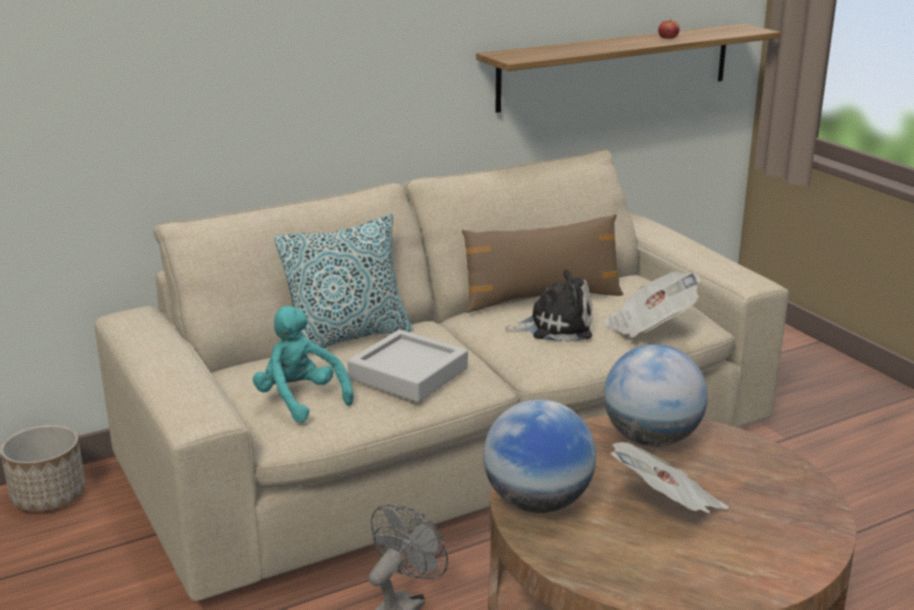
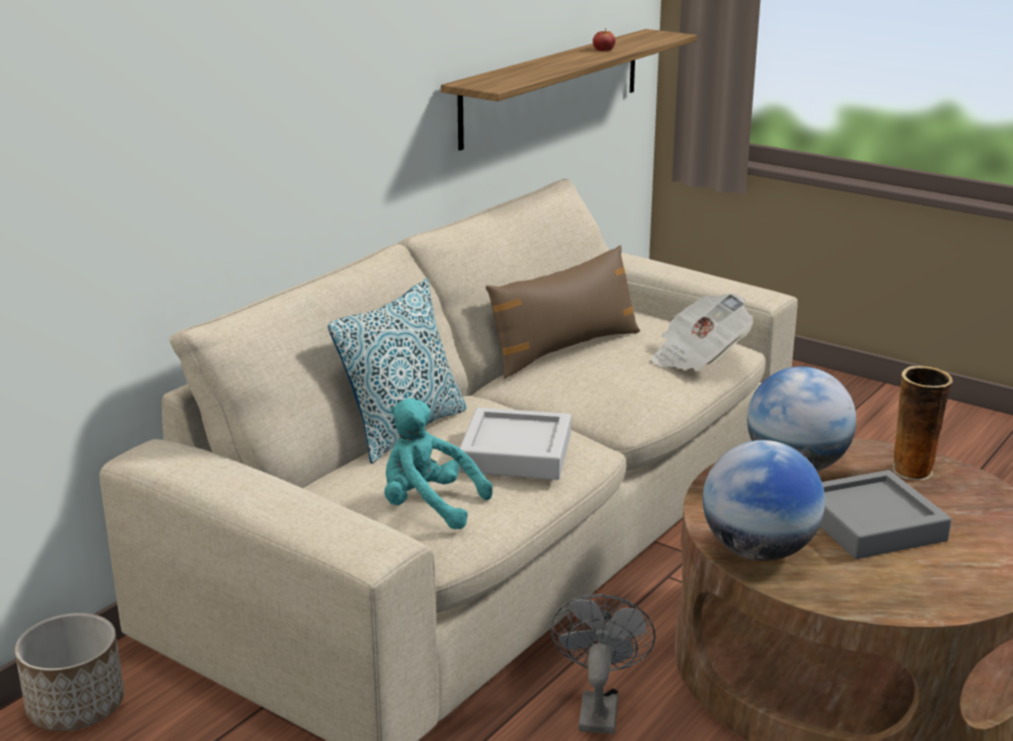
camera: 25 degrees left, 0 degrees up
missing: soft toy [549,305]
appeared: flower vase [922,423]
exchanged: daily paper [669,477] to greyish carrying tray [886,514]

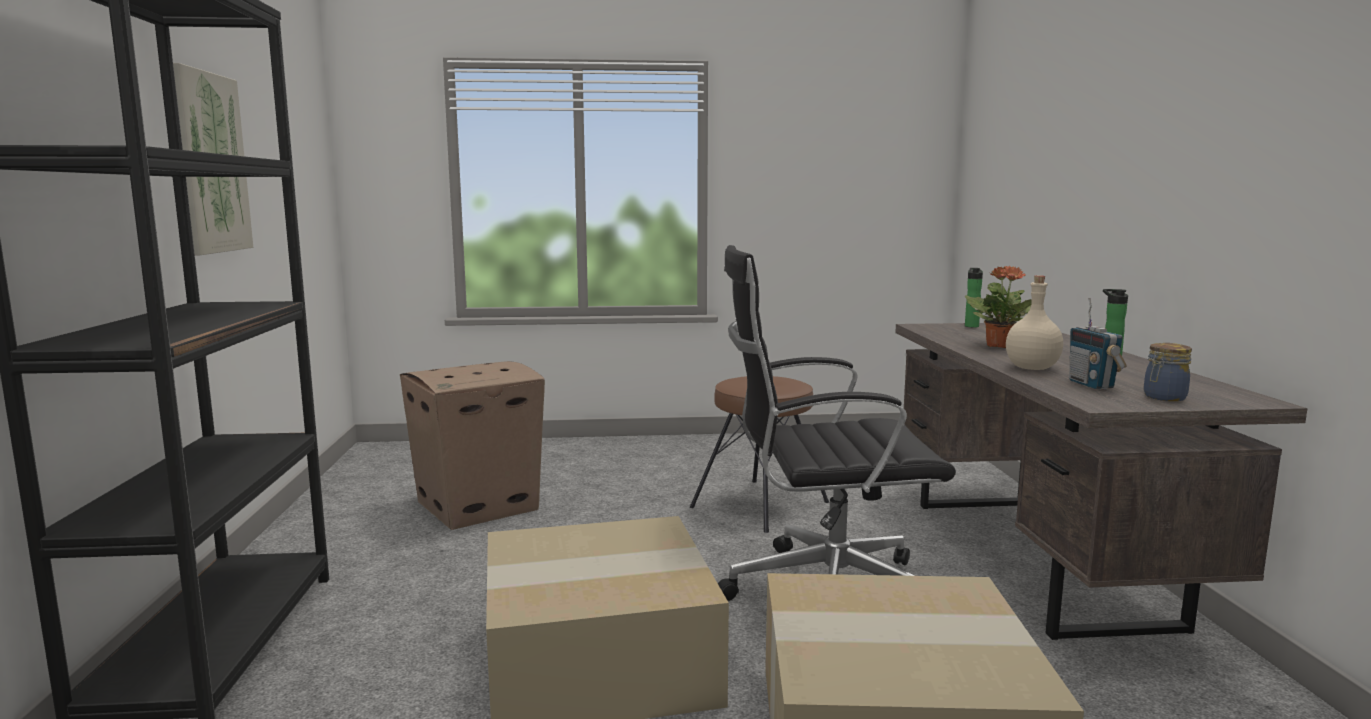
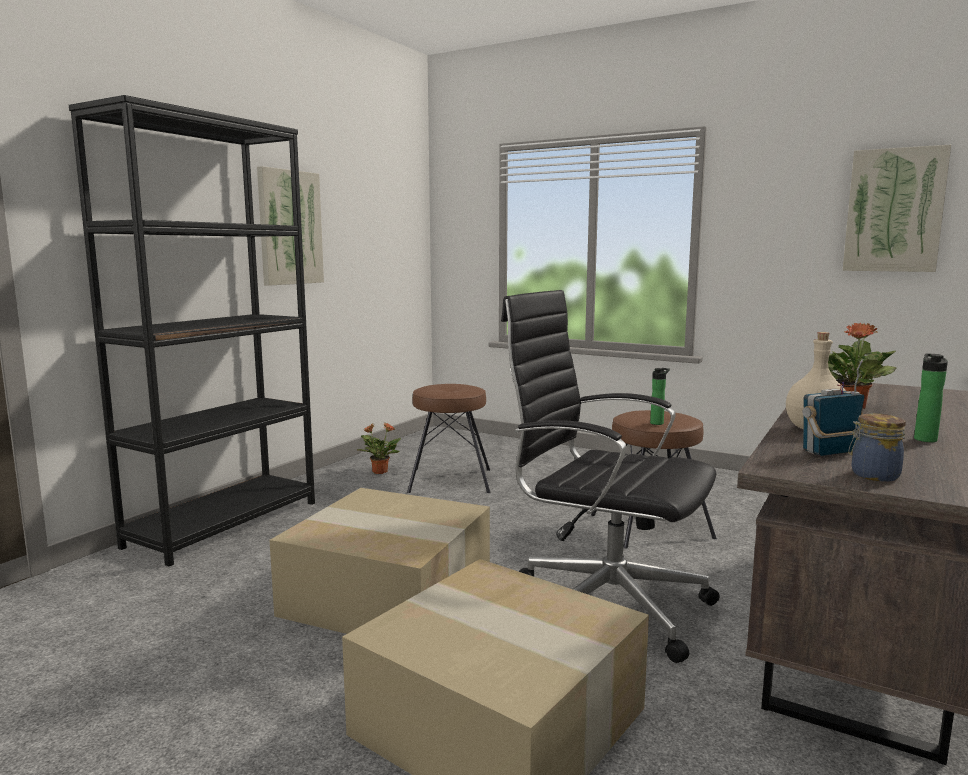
camera: 35 degrees right, 0 degrees up
appeared: wall picture [896,208]; houseplant [379,448]
relocated: drink bottle [974,298] to [660,396]
exchanged: carton [472,445] to brown-coloured stool seat [448,438]
spun: radio receiver [1097,343] = [833,408] 45 degrees clockwise

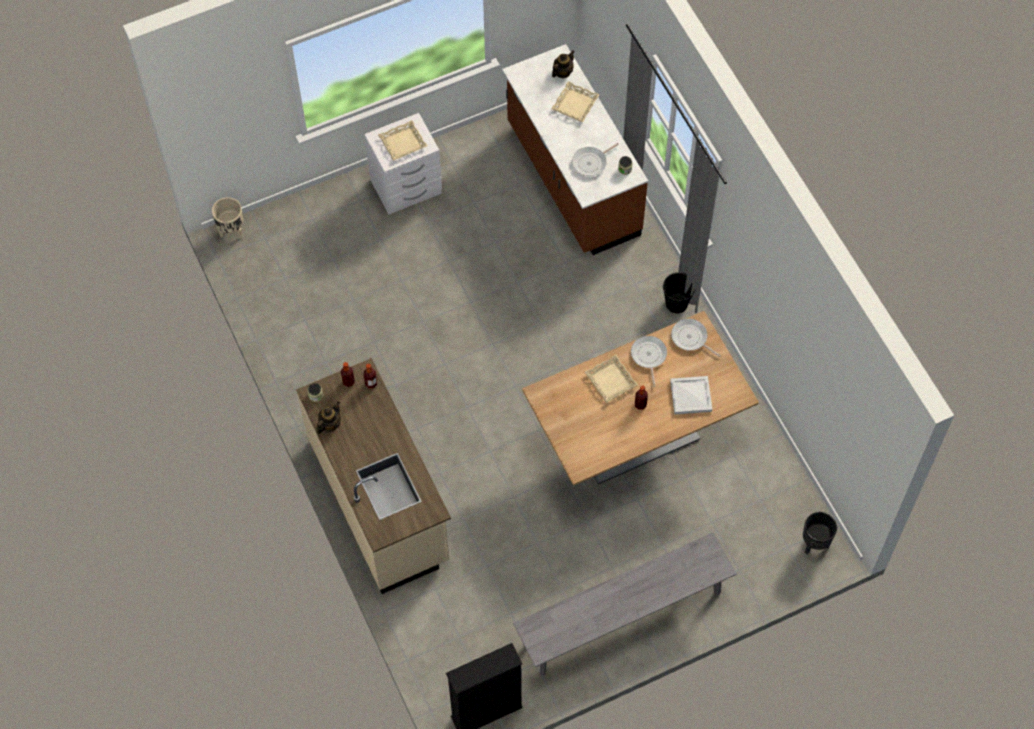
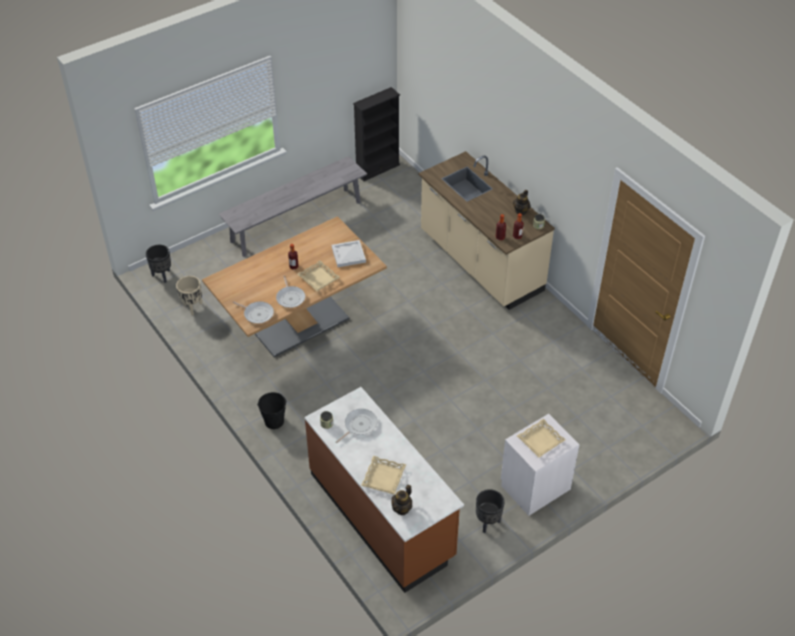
camera: 170 degrees right, 15 degrees down
appeared: blackish planter [490,511]
relocated: beige-coloured planter [227,218] to [189,295]; white-coloured carrying tray [691,395] to [349,253]

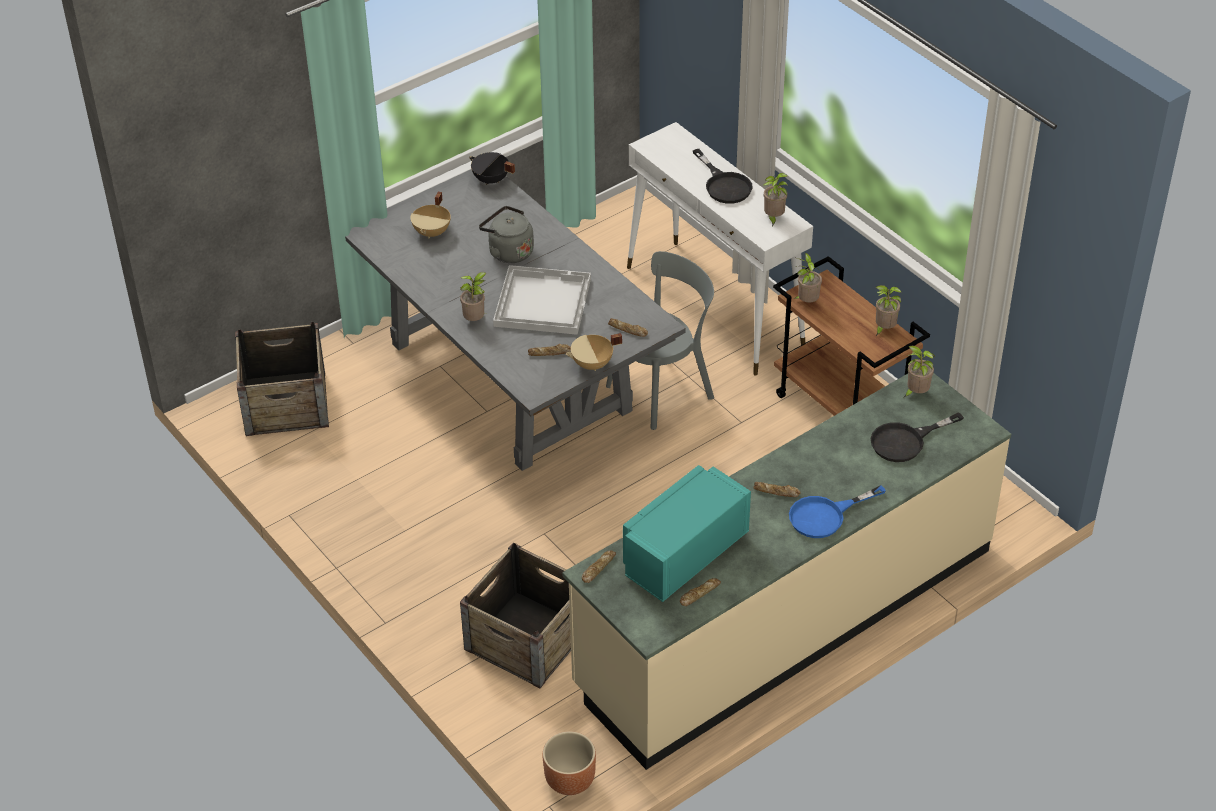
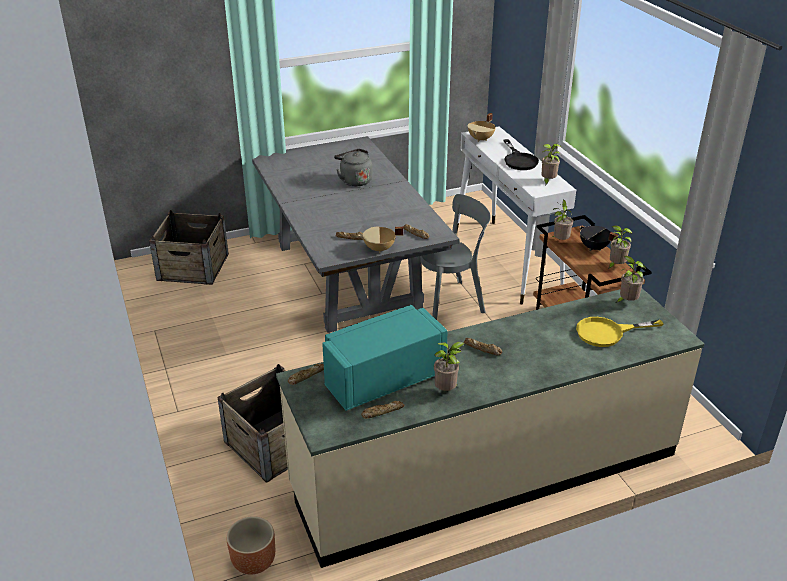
camera: 15 degrees right, 10 degrees down
missing: white-coloured carrying tray [542,300]; blue-coloured pan [837,511]
relocated: blackish stockpot [492,168] to [598,238]; beige-coloured stockpot [431,215] to [482,127]; houseplant [473,296] to [449,366]
colour: blackish pan [917,437] to yellow-coloured pan [619,332]

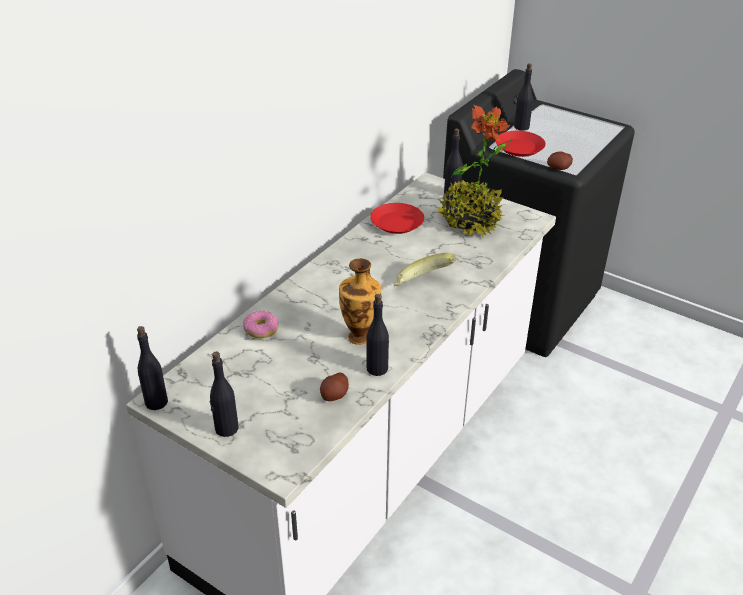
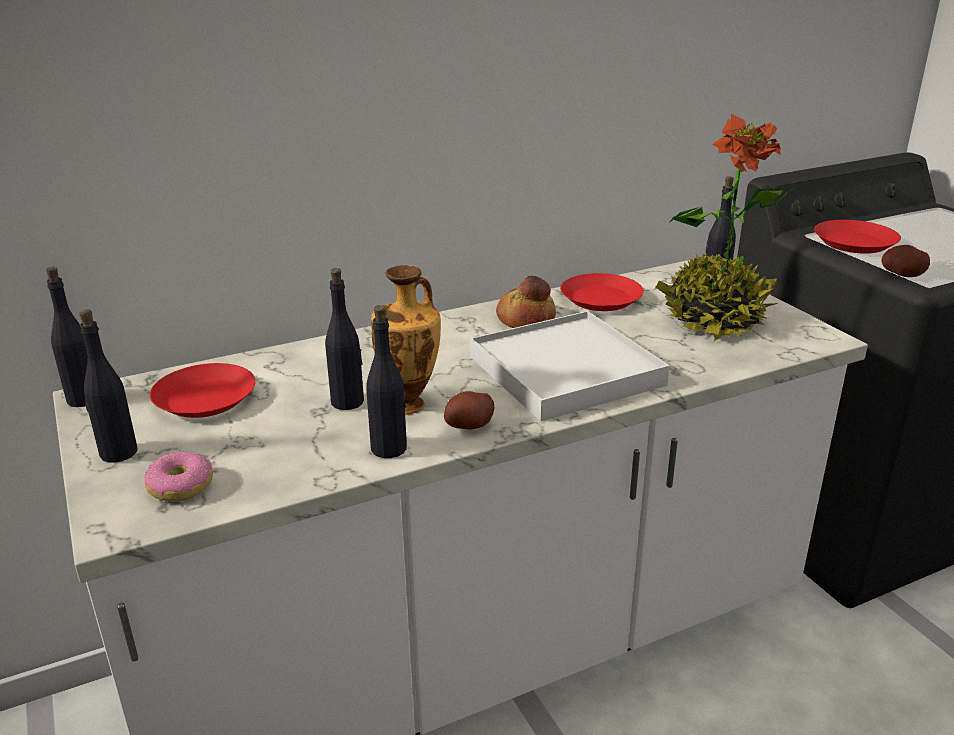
camera: 30 degrees right, 10 degrees down
appeared: bread [526,302]; red-coloured flat dish [202,390]
relocated: blackish drink bottle [523,97] to [344,339]; ring doughnut [260,324] to [178,476]; spud [334,386] to [469,410]
exchanged: banana [425,269] to white-coloured carrying tray [570,366]

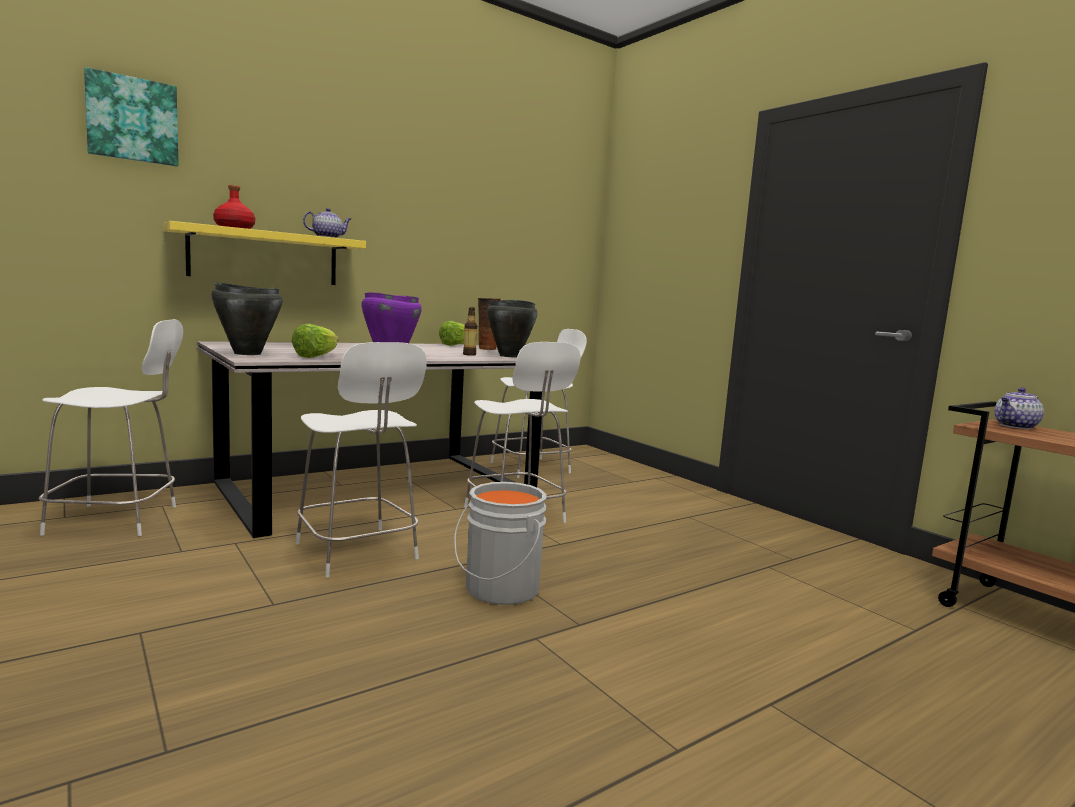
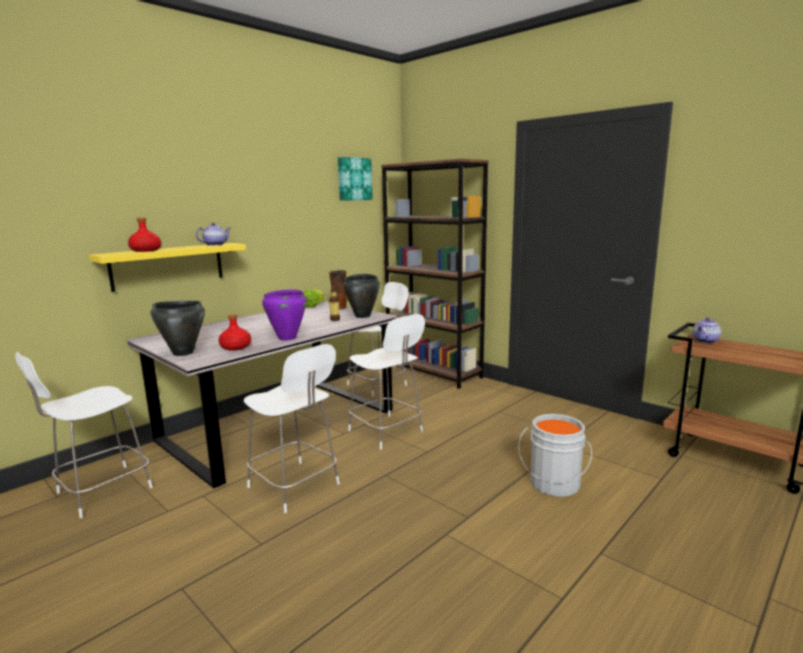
camera: 10 degrees left, 5 degrees up
appeared: brown-coloured bookshelf [435,274]
relocated: wall picture [131,116] to [355,179]; greyish bucket [500,543] to [555,455]
exchanged: head of lettuce [314,341] to red-coloured drink bottle [235,332]
spun: white-coloured upright chair [111,427] = [84,435] 150 degrees clockwise

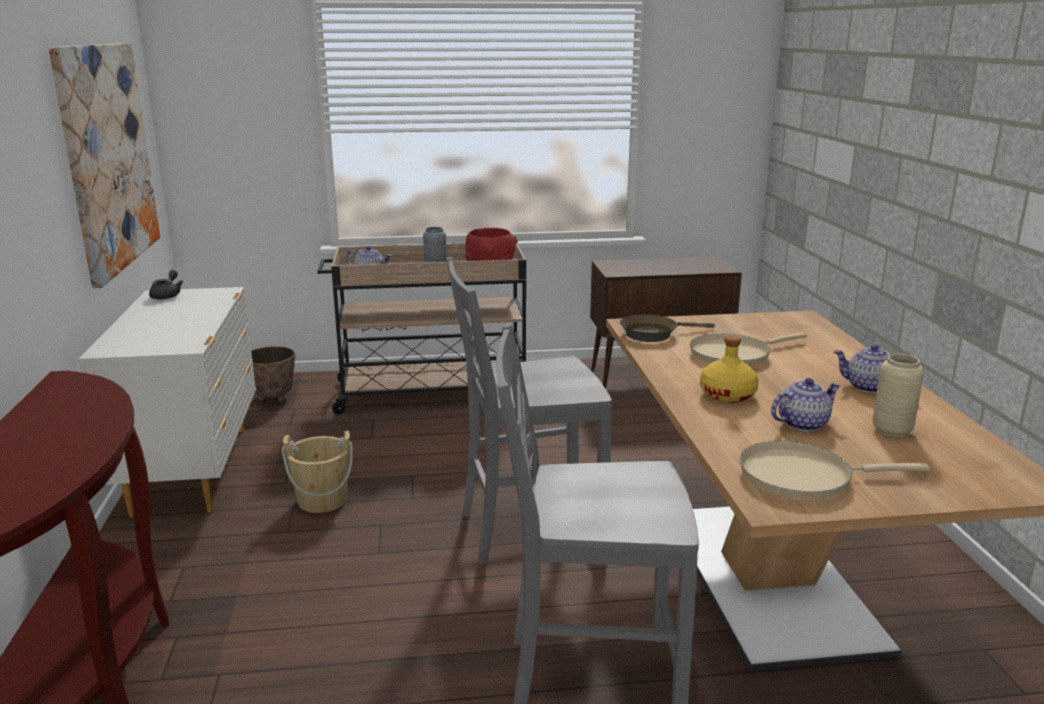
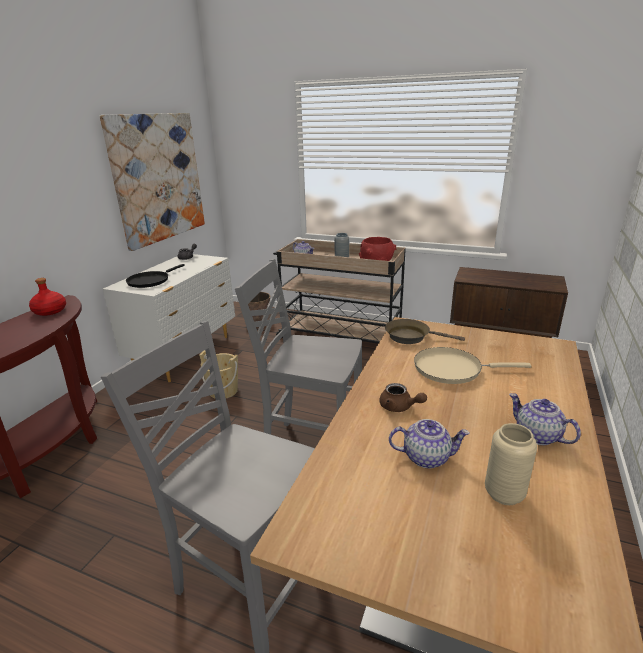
camera: 30 degrees right, 5 degrees up
missing: beige-coloured pan [835,470]
appeared: blackish pan [155,276]; red-coloured drink bottle [47,297]
exchanged: yellow-coloured drink bottle [729,369] to brown-coloured pot for tea [403,397]

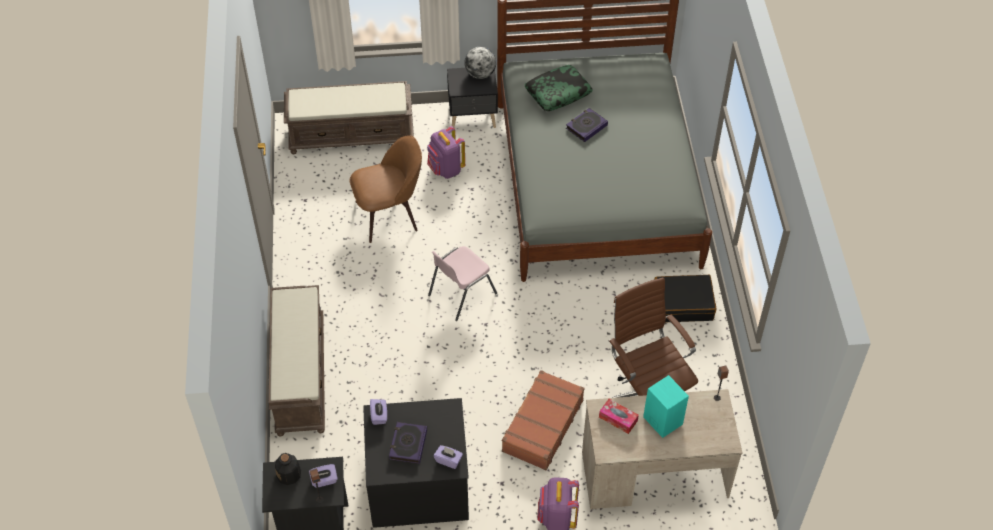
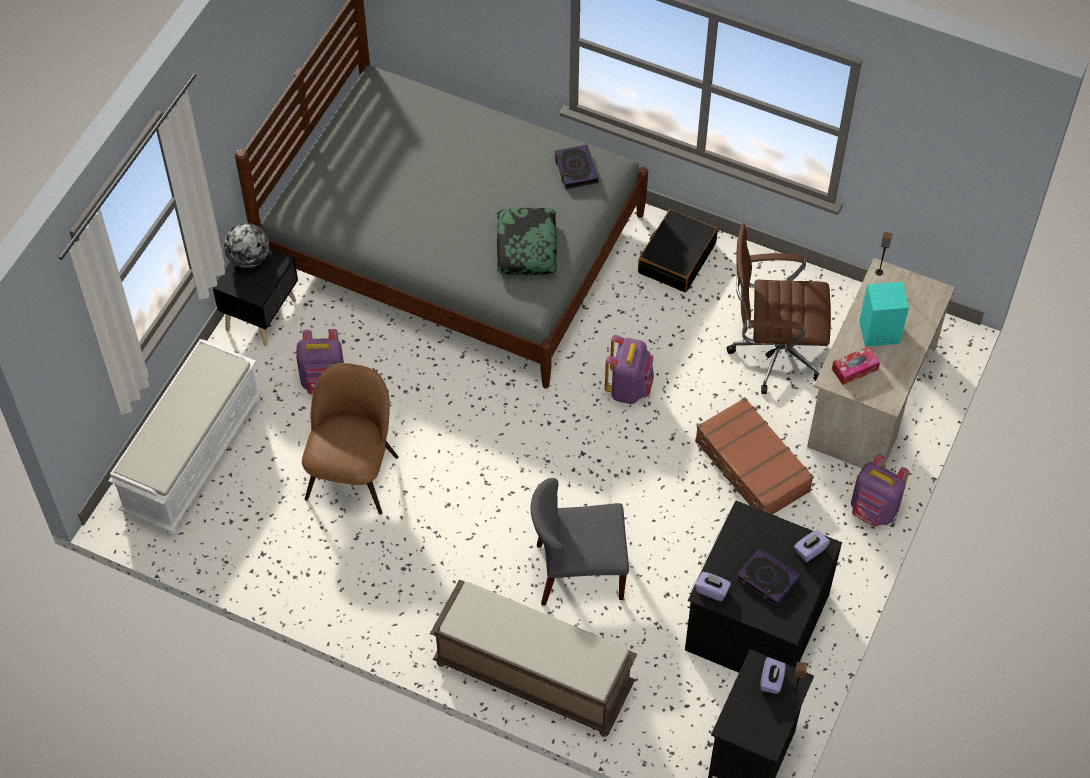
camera: 60 degrees left, 5 degrees up
missing: pink-coloured upright chair [462,283]; drink bottle [288,469]
appeared: purplish knapsack [629,369]; greyish upright chair [580,542]
relocated: throw pillow [559,88] to [527,241]; bound book [587,125] to [576,166]
colour: brown-coloured indoor bench [349,117] to white-coloured indoor bench [186,437]

